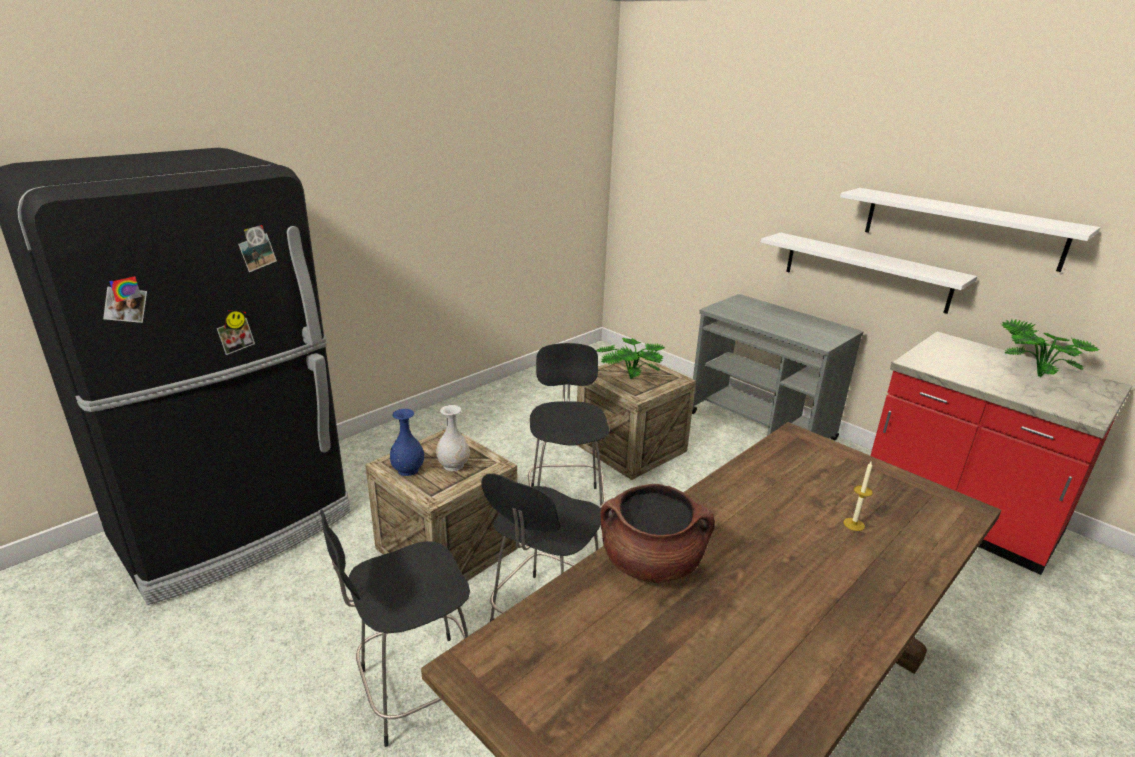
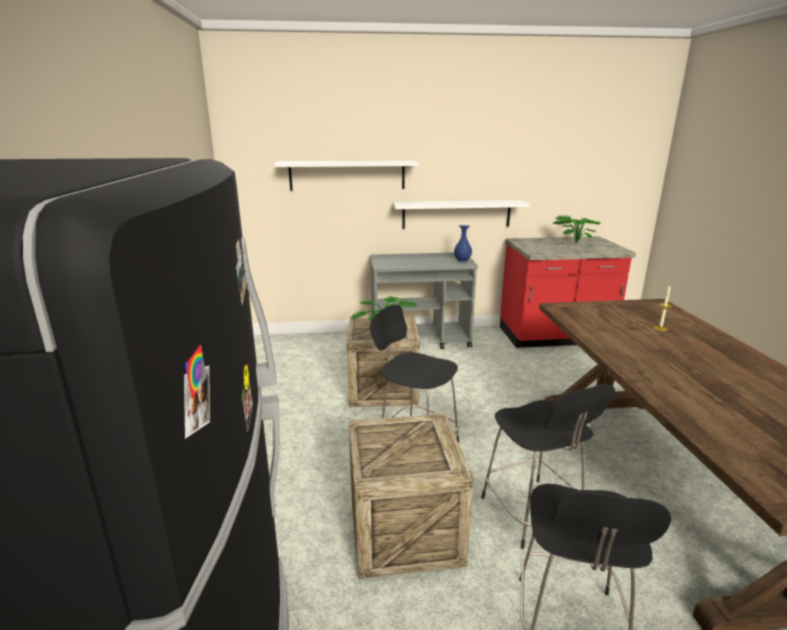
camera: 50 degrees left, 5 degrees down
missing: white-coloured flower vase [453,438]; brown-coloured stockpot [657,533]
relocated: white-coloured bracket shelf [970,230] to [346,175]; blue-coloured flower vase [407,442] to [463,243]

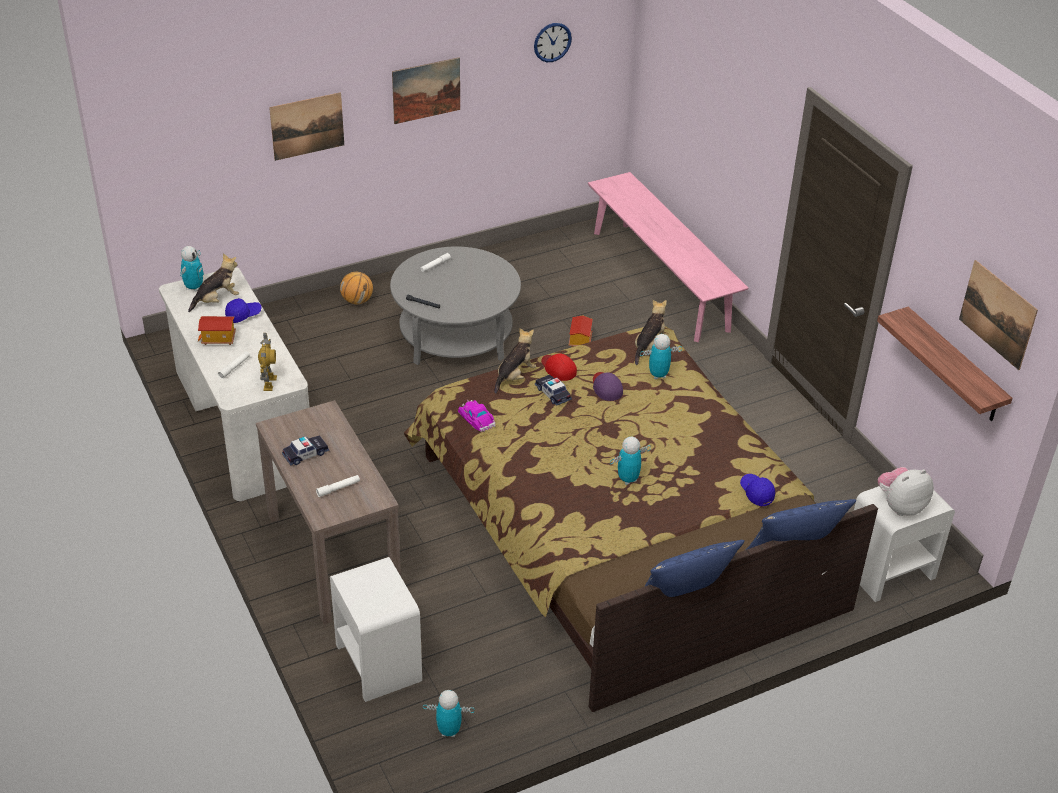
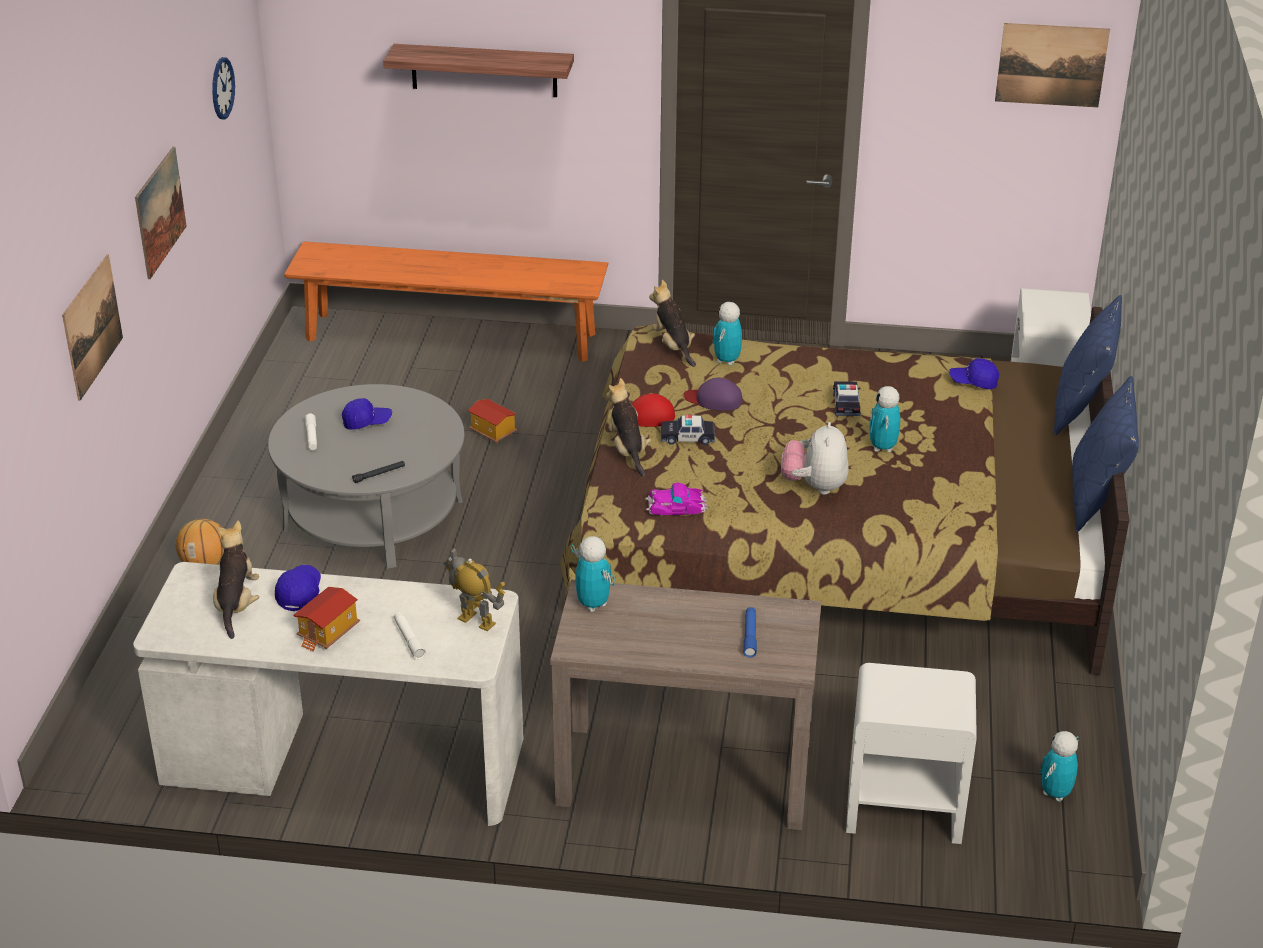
camera: 55 degrees left, 5 degrees down
appeared: blue-coloured peaked cap [367,414]
relocated: robot figure [192,269] to [593,574]; bracket shelf [944,364] to [478,70]; miniature car [305,450] to [847,398]; soft toy [906,491] to [815,458]
colour: pink-coloured indoor bench [668,257] to orange-coloured indoor bench [446,301]; white-coloured flashlight [338,486] to blue-coloured flashlight [750,632]

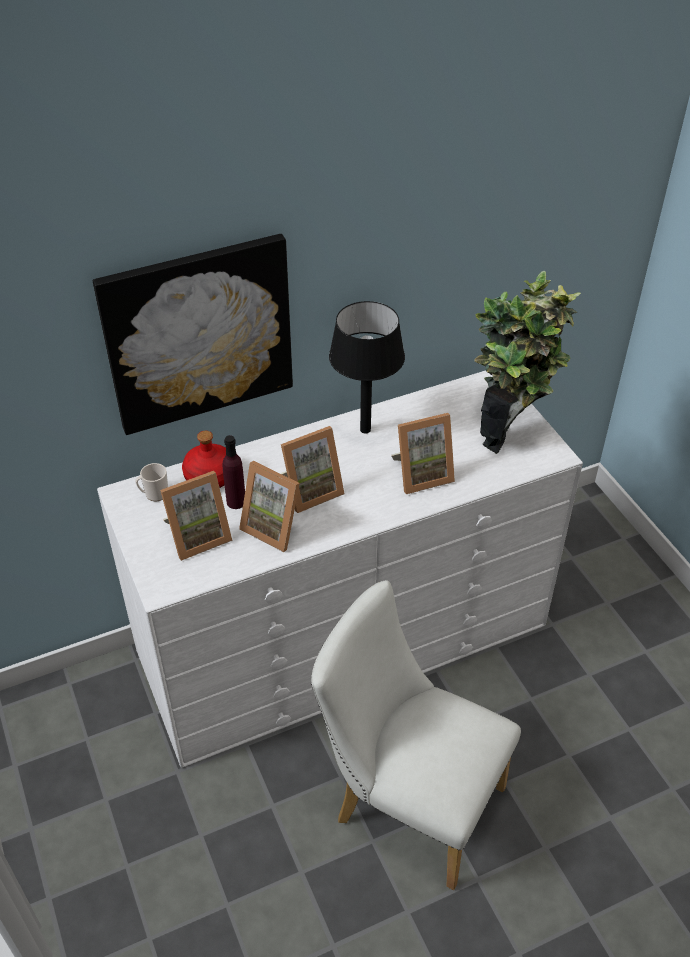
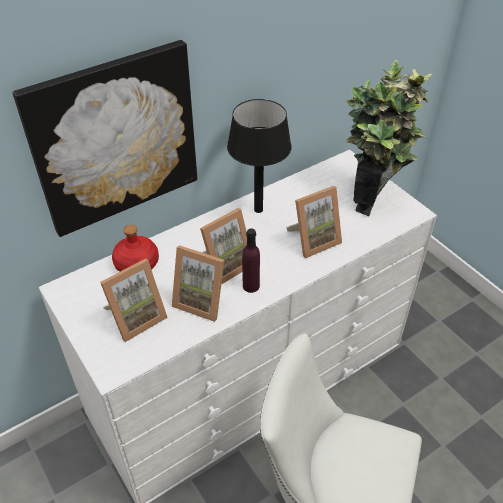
camera: 10 degrees left, 0 degrees up
missing: mug [151,482]
relocated: purplish drink bottle [233,472] to [251,260]

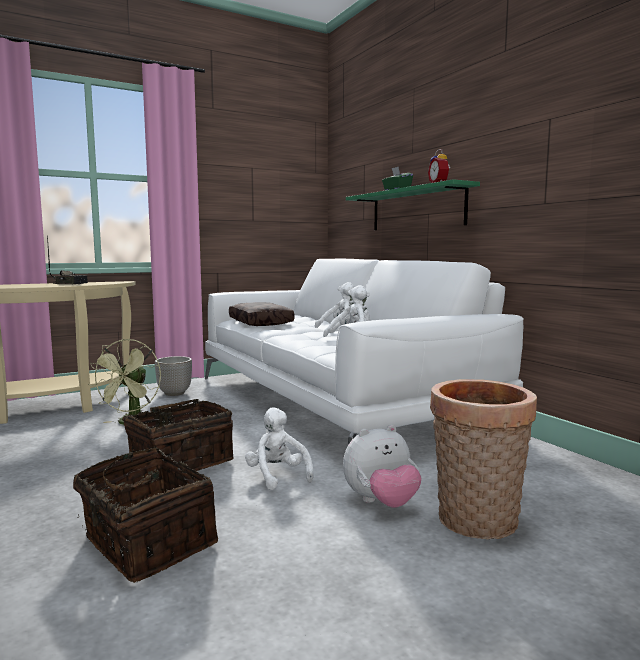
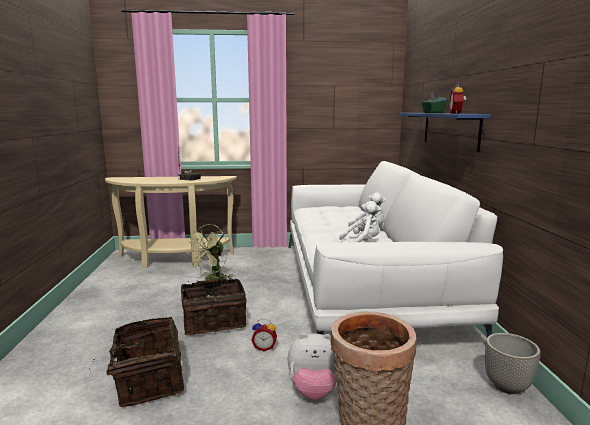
camera: 25 degrees right, 5 degrees up
missing: brown-coloured throw pillow [261,314]
relocated: planter [173,376] to [513,363]
exchanged: white-coloured soft toy [279,448] to table clock [264,335]
colour: greenish bracket shelf [413,204] to blue-coloured bracket shelf [445,132]

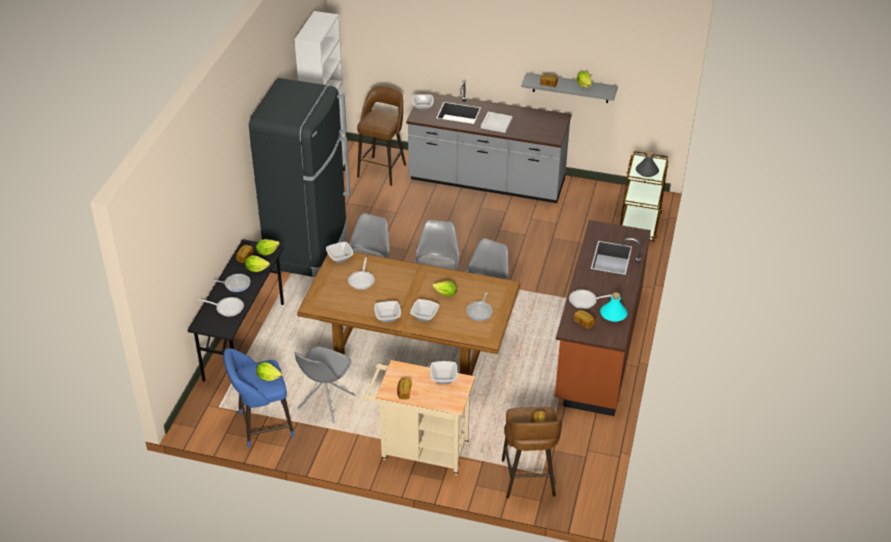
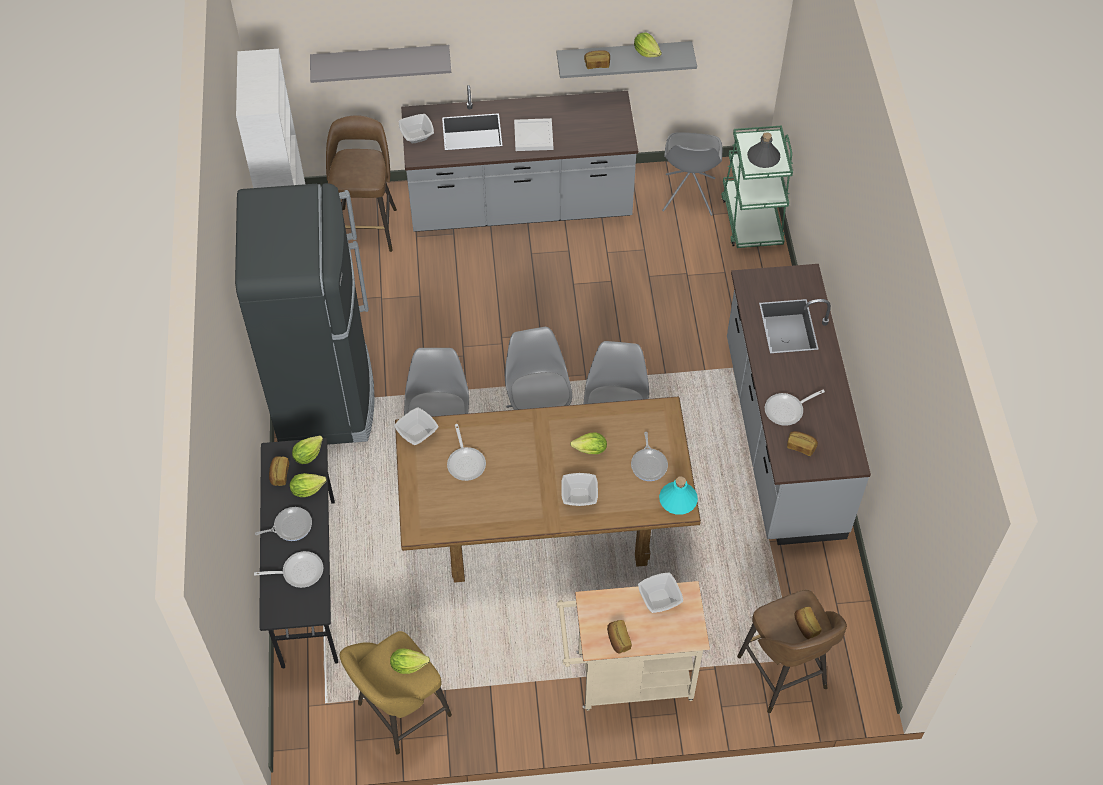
camera: 20 degrees left, 15 degrees up
missing: serving bowl [387,312]
appeared: greyish bracket shelf [380,64]
relocated: turquoise-coloured drink bottle [614,307] to [678,495]; greyish upright chair [324,385] to [692,174]
colour: brown-coloured trolley [644,196] to greenish trolley [757,186]; brown-coloured counter [603,318] to greyish counter [799,404]; blue-coloured stool seat [258,397] to yellow-coloured stool seat [396,693]

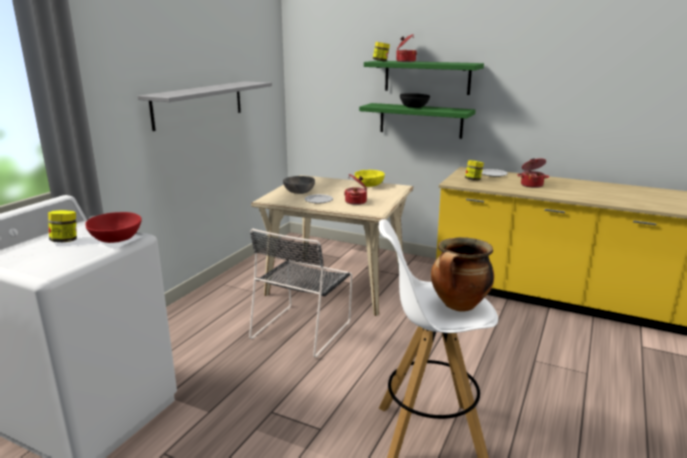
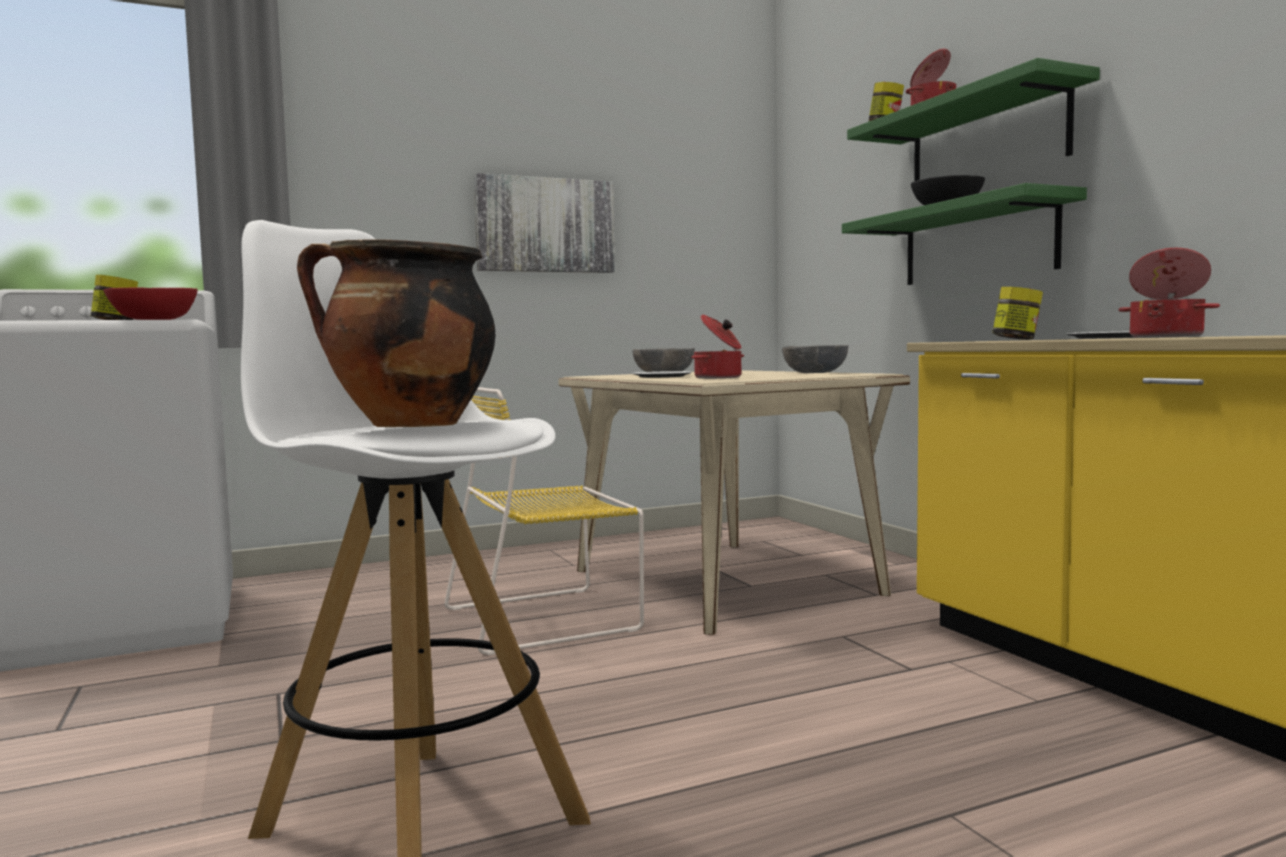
camera: 40 degrees right, 15 degrees down
exchanged: greyish bracket shelf [205,106] to wall picture [544,223]
colour: yellow-coloured serving bowl [370,178] to greyish serving bowl [815,359]; blackish upright chair [300,293] to yellow-coloured upright chair [544,521]

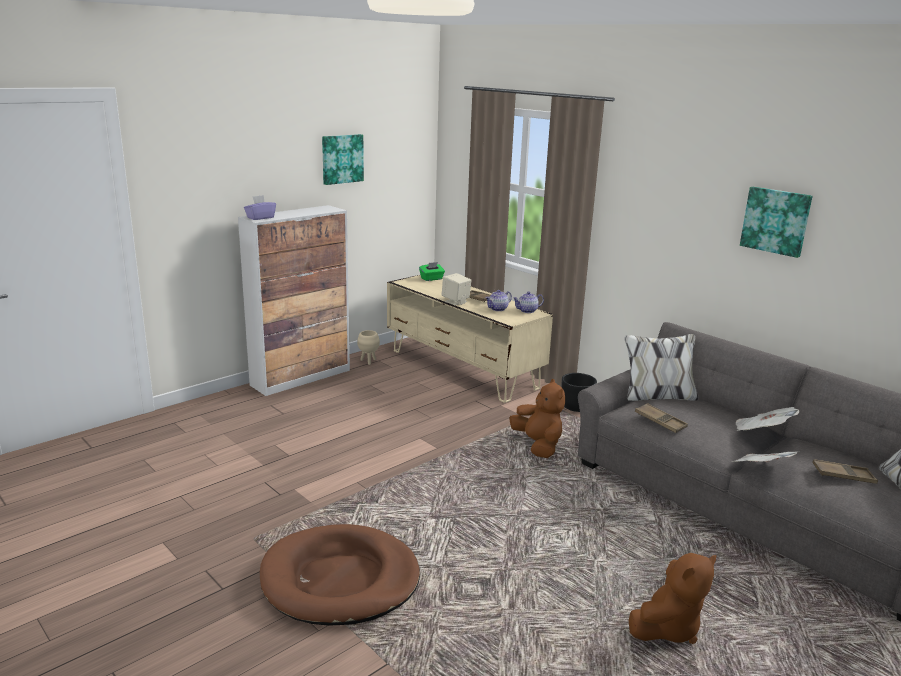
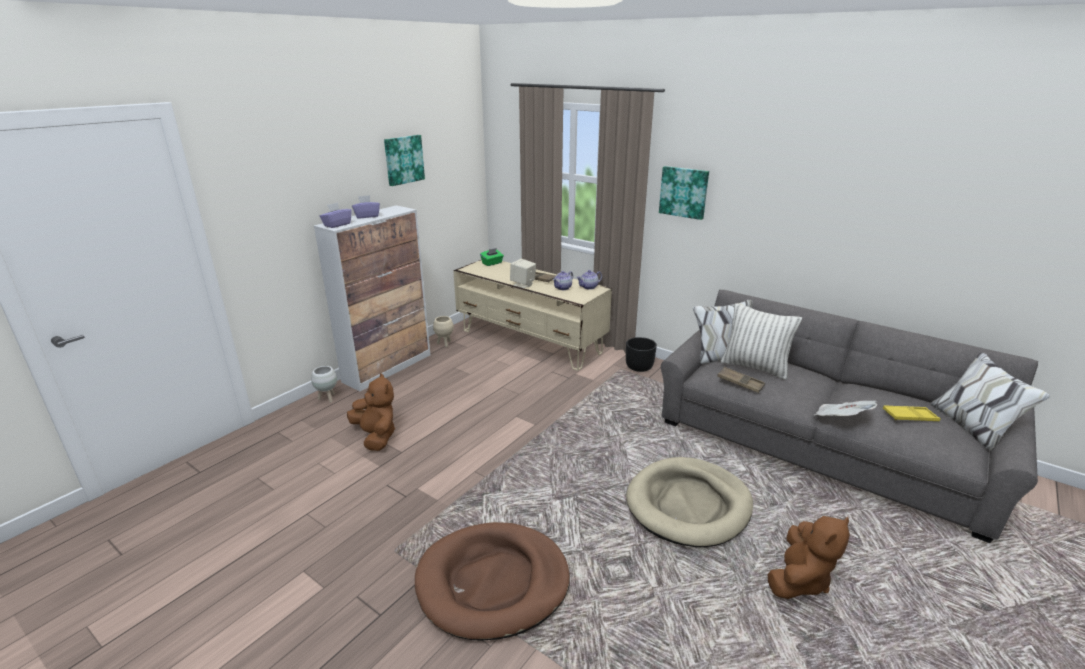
camera: 10 degrees left, 5 degrees up
missing: daily paper [767,419]
appeared: purplish box of tissues [366,206]; throw pillow [761,341]; white-coloured planter [324,384]; beige-coloured pet bed [689,502]
relocated: wall picture [776,222] to [684,193]; brown-coloured soft toy [537,418] to [371,412]
colour: brown-coloured carrying tray [845,471] to yellow-coloured carrying tray [911,413]

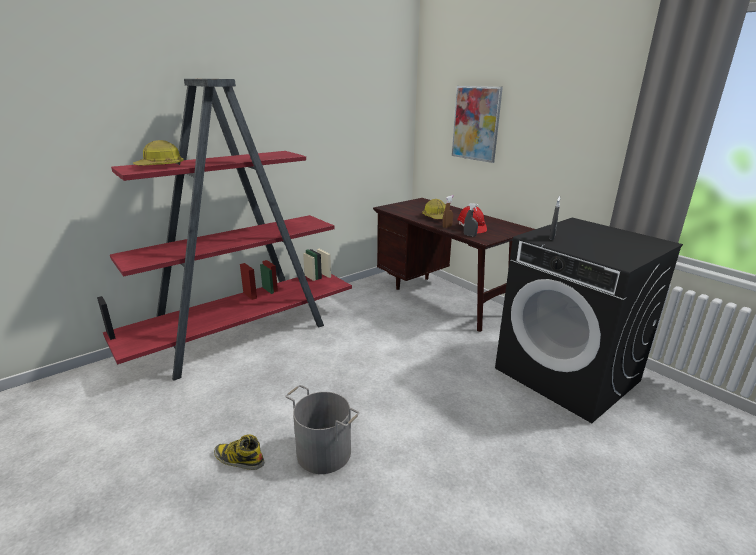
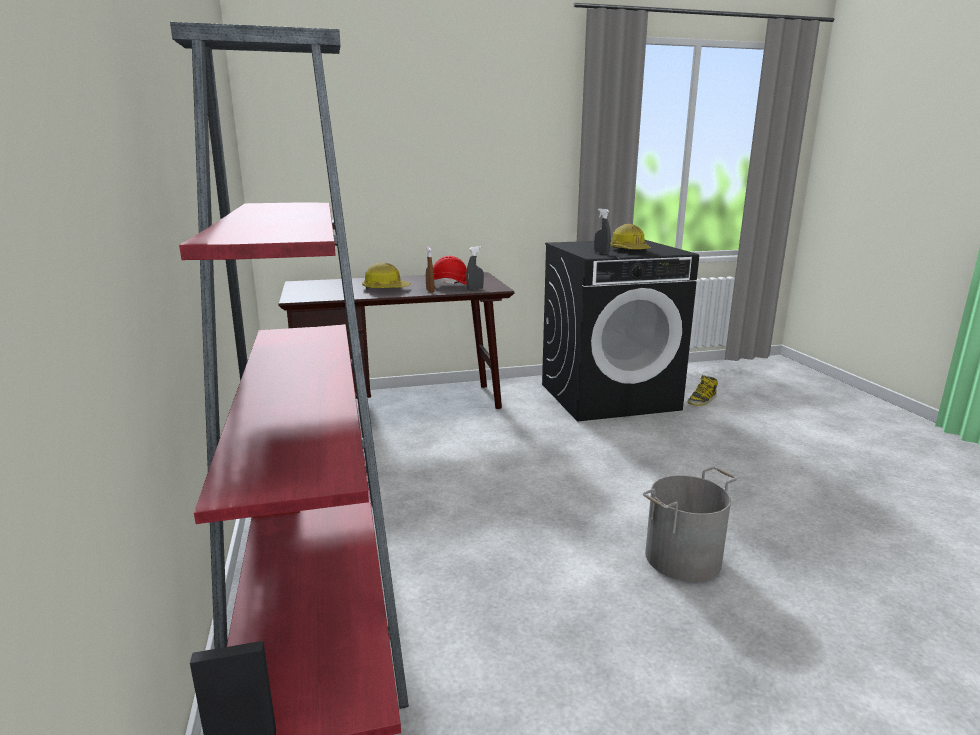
camera: 65 degrees left, 5 degrees down
missing: wall picture [477,124]
relocated: hard hat [158,153] to [630,236]; boot [239,452] to [702,390]

